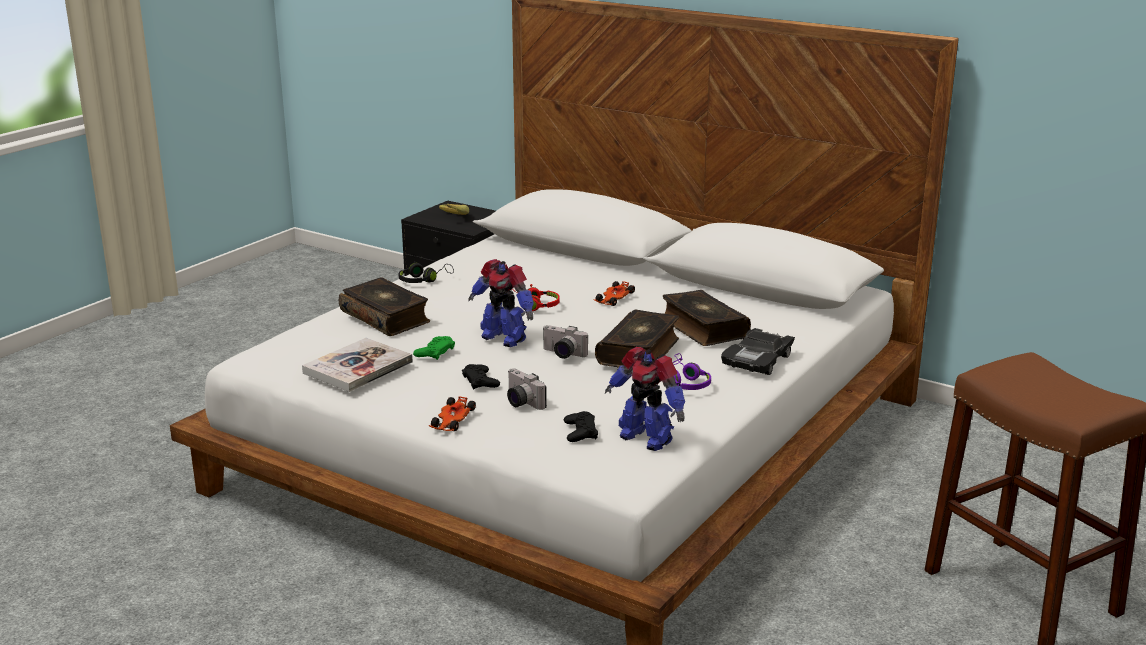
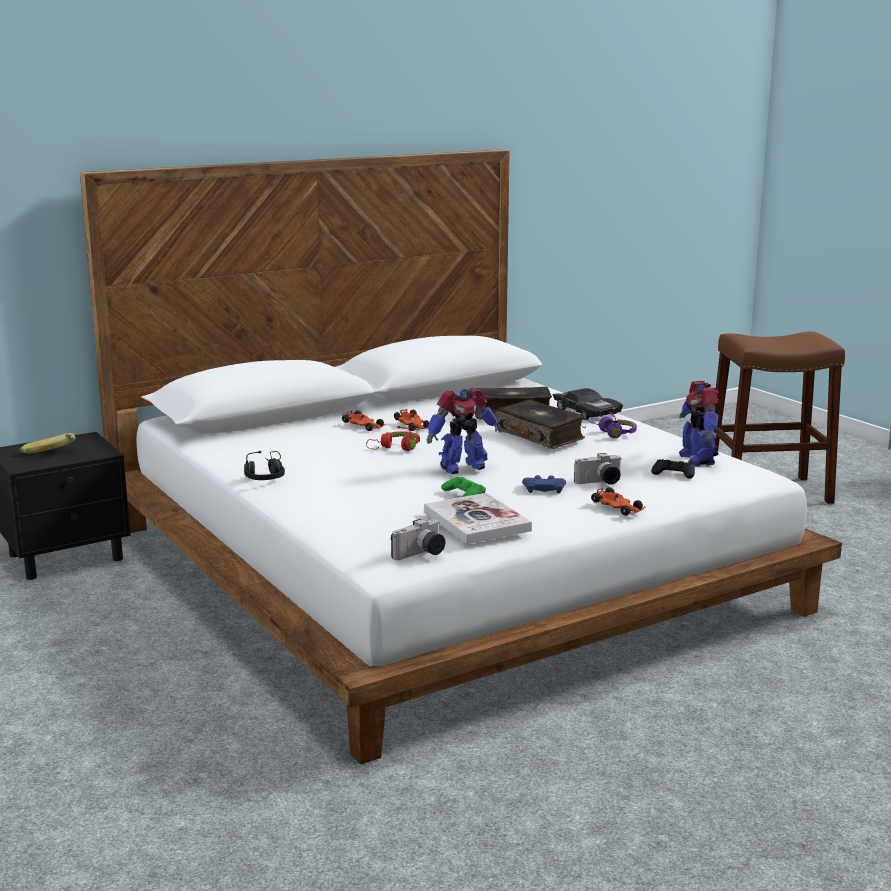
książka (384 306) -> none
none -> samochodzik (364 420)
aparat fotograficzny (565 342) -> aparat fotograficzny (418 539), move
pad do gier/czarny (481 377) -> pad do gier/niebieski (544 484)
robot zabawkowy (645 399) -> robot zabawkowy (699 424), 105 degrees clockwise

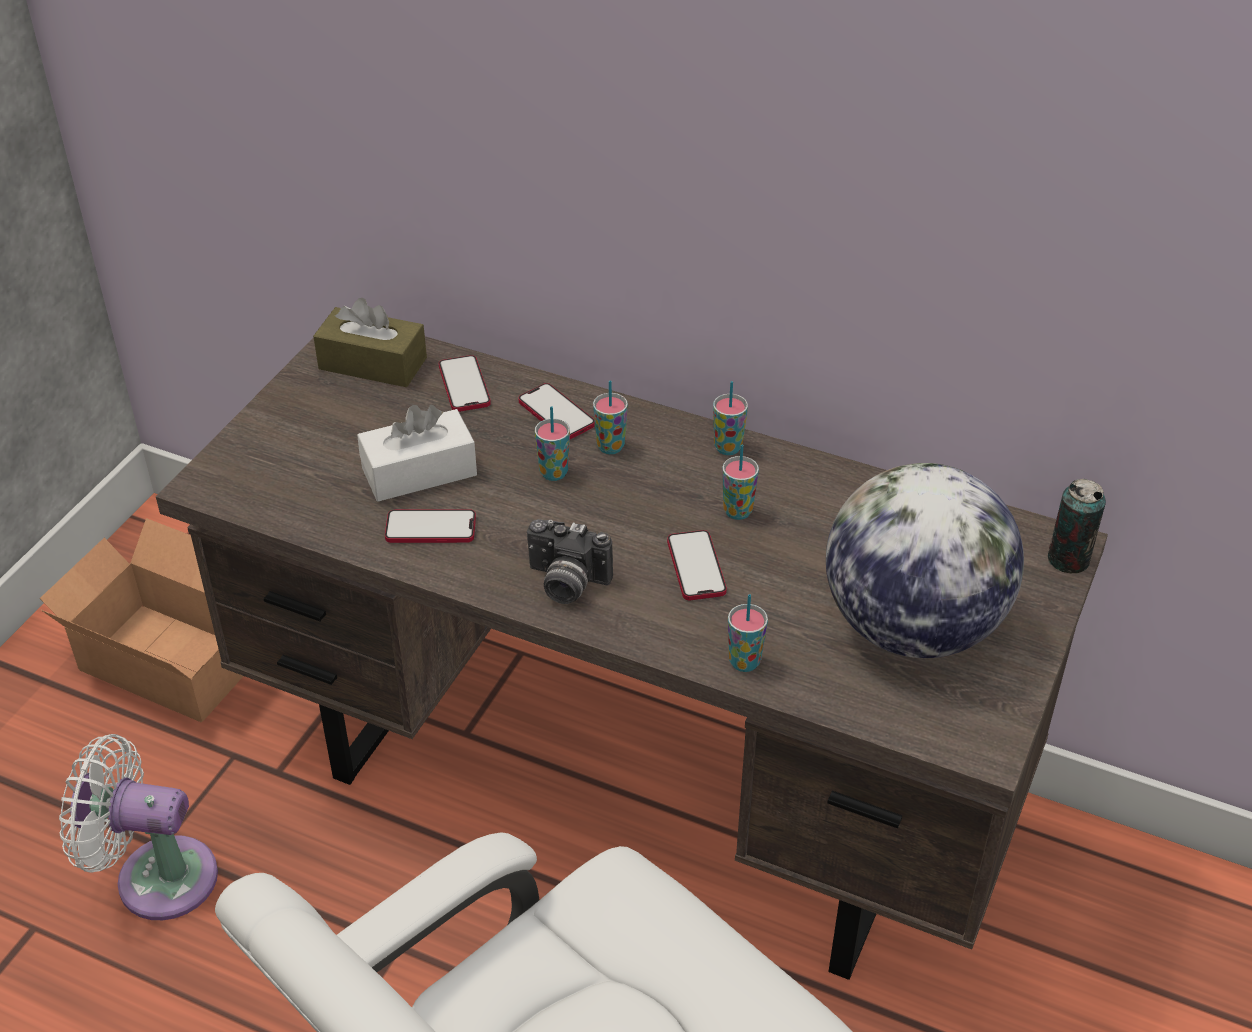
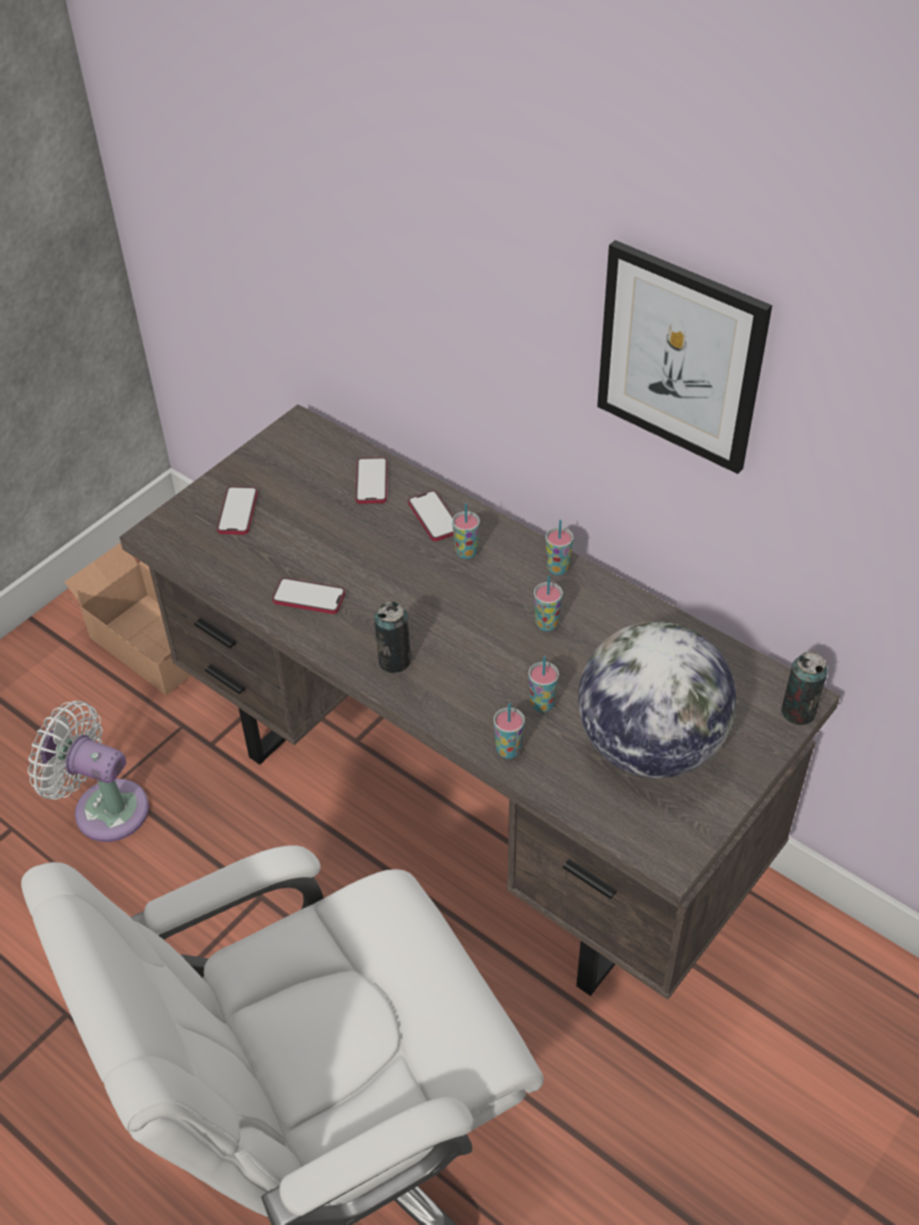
pudełko chusteczek/brązowy (370 342) -> none
pudełko chusteczek/biały (417 453) -> none
none -> obraz (684 357)
filiżanka (552 443) -> filiżanka (543 684), move
telefon (697 565) -> telefon (237 510), move
aparat fotograficzny (570 561) -> puszka (393 637)

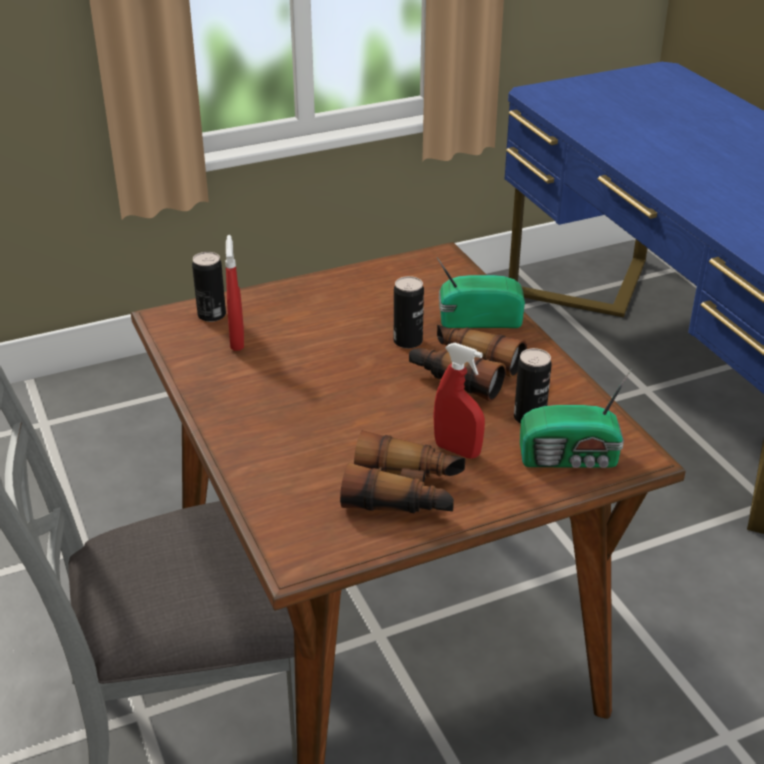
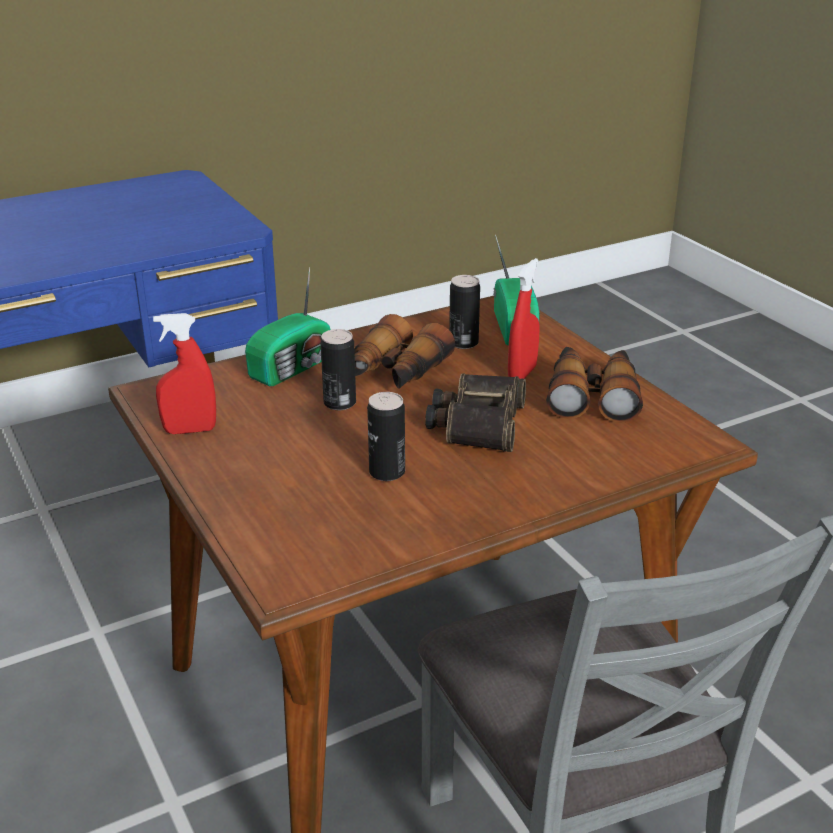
none -> lornetka (475 412)
puszka (209 287) -> puszka (386 436), move
spryskiwacz/czerwony (234 293) -> spryskiwacz/czerwony (184 373), move
radio (481 292) -> radio (288 326), 135 degrees counterclockwise

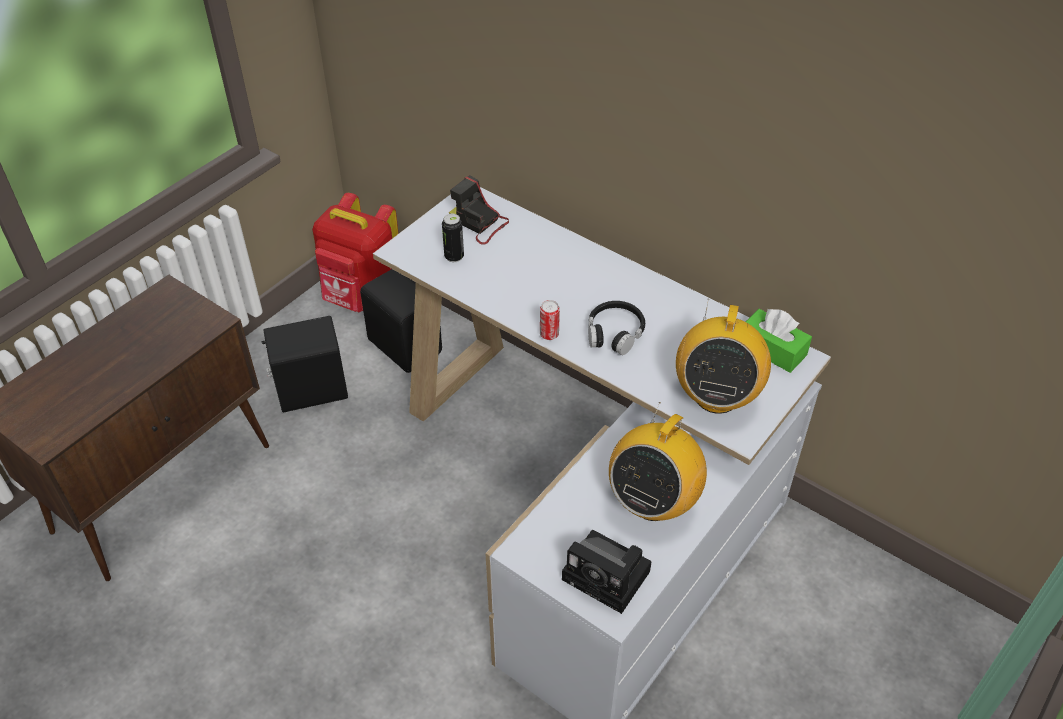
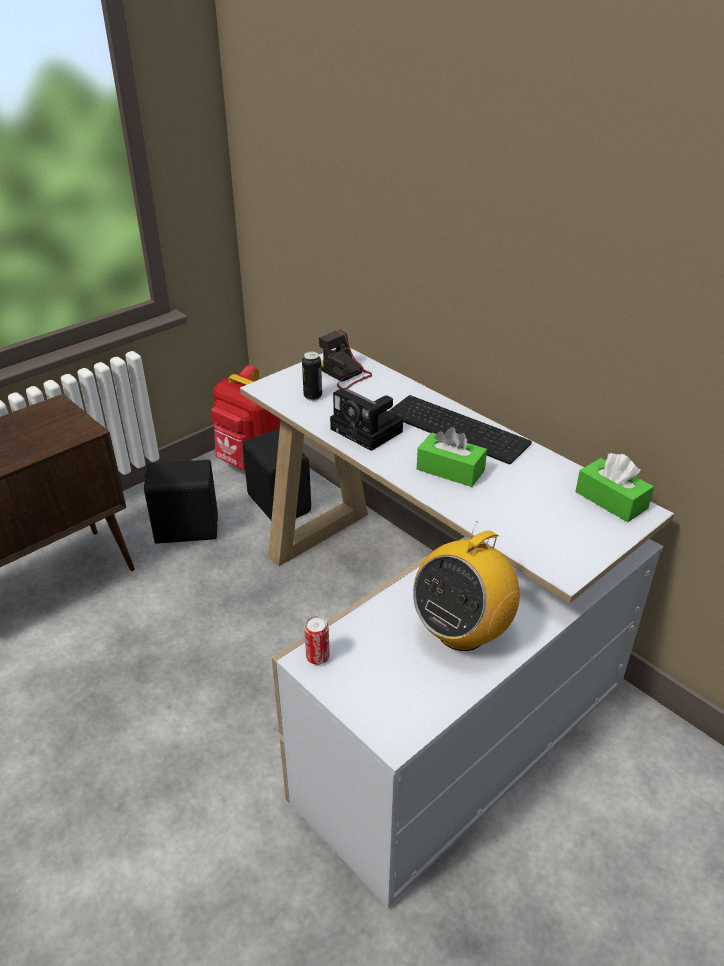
radio (723 356) -> none
none -> klawiatura (460 429)
puszka (550 320) -> puszka (317 640), move
aparat fotograficzny (606 572) -> aparat fotograficzny (366 419), move
słuchawki/czarny (616 328) -> pudełko chusteczek/zielony (452 457)

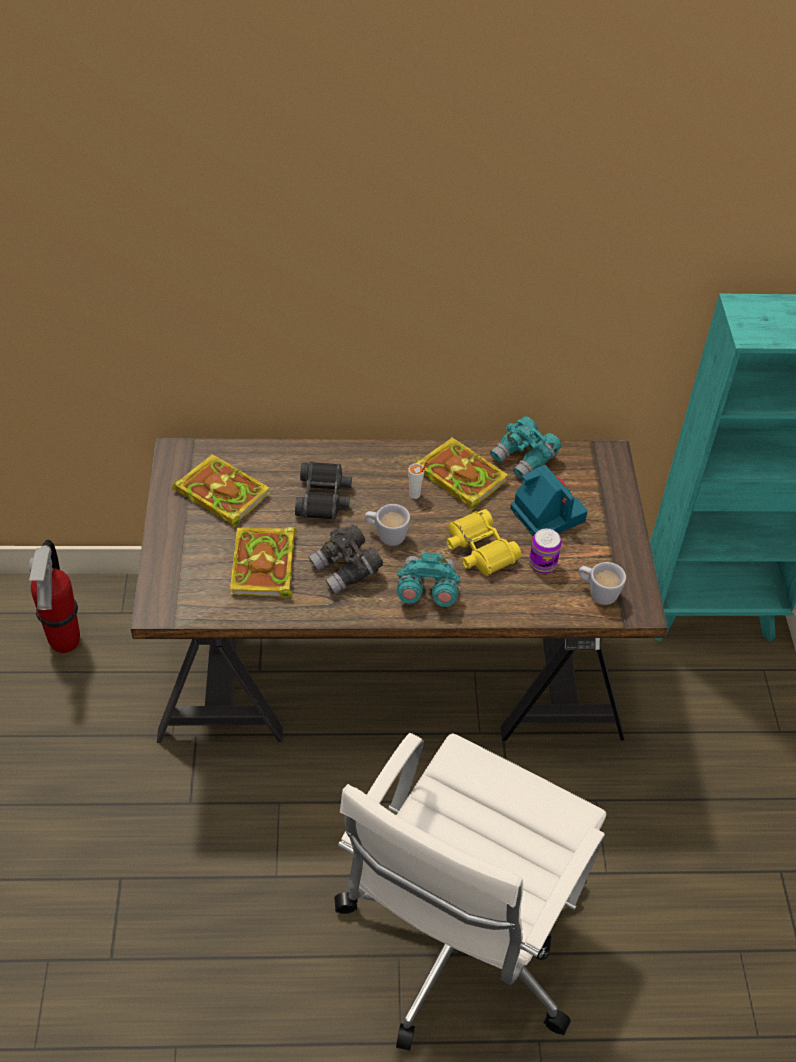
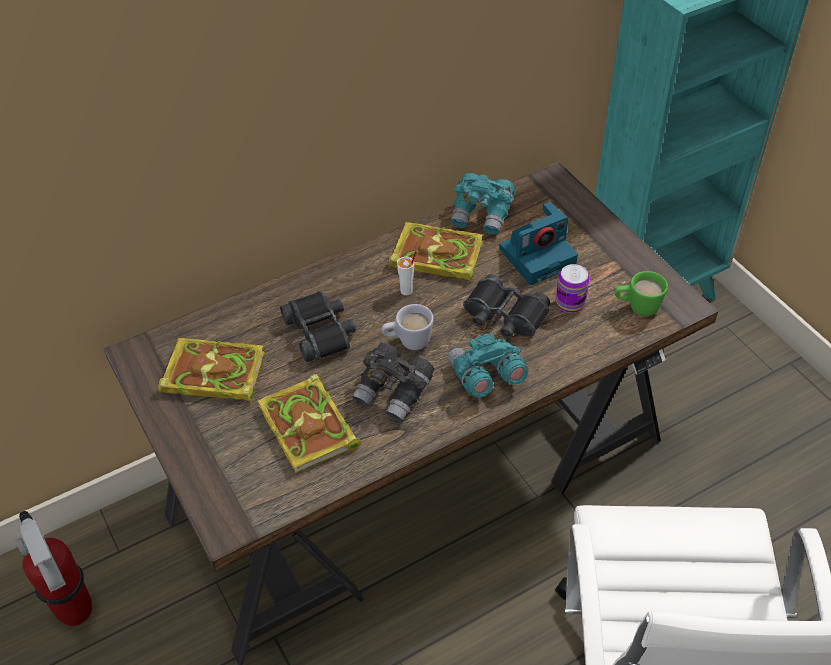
lornetka/żółty (483 542) -> lornetka/czarny (506 306)
kubek/biały (602 583) -> kubek/zielony (641 293)
aparat fotograficzny (549 500) -> aparat fotograficzny (538 243), 120 degrees clockwise

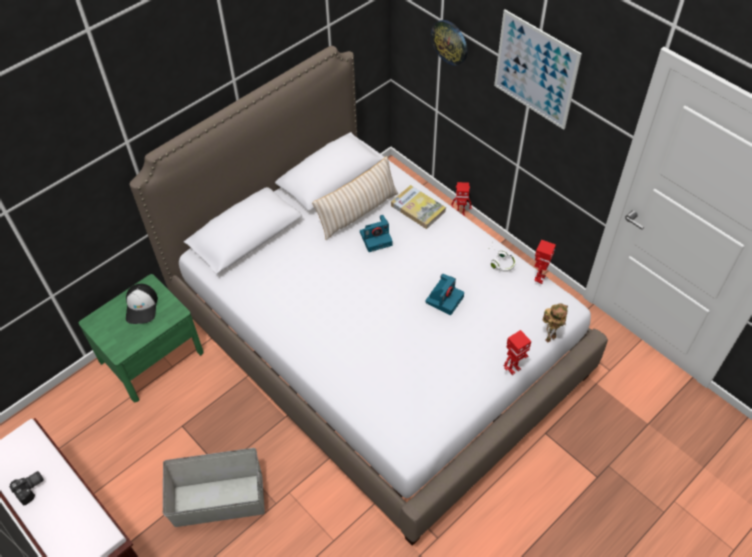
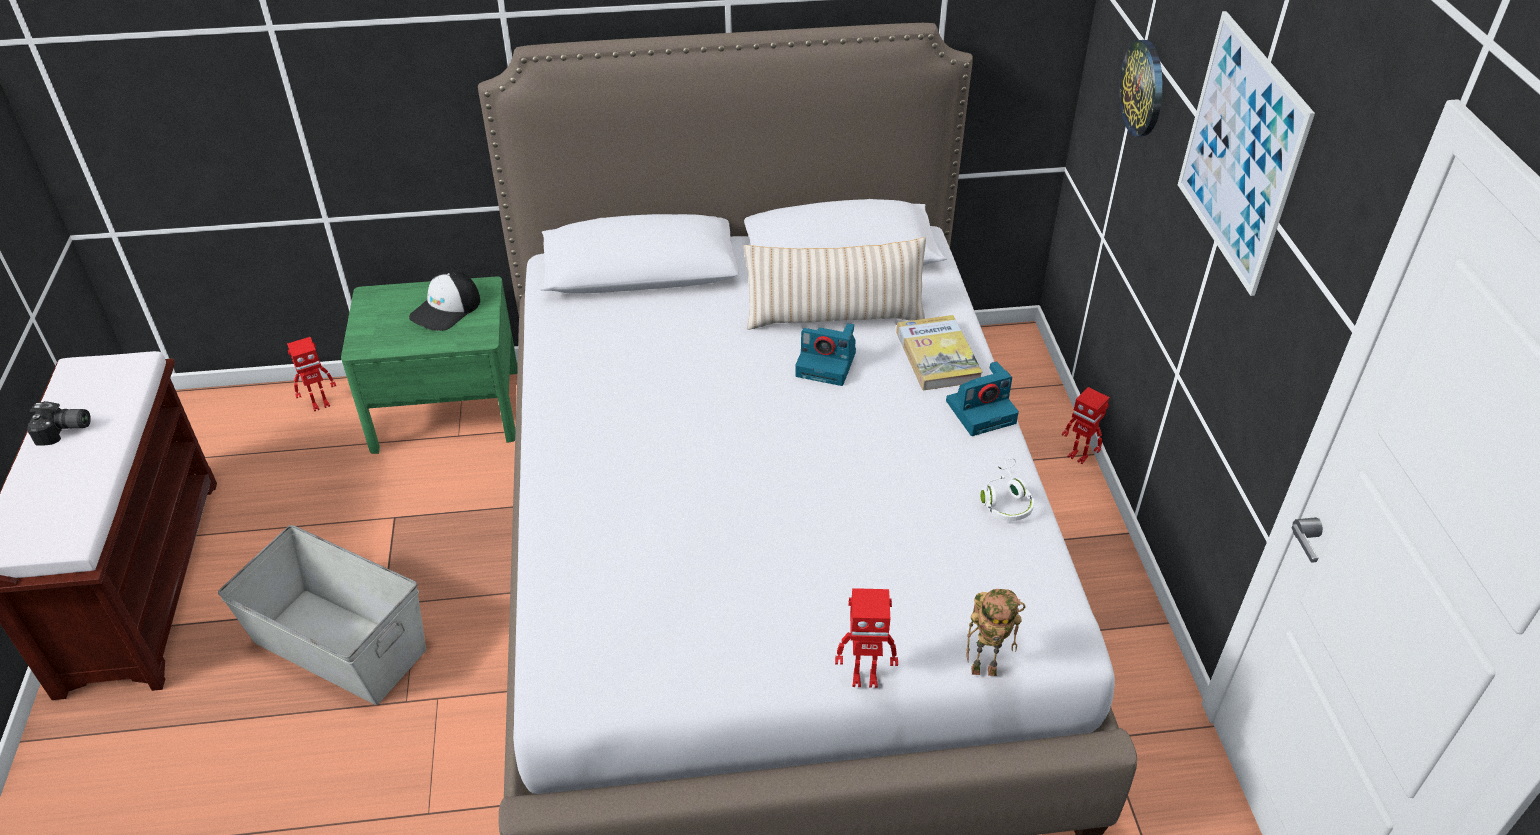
aparat fotograficzny (444 294) -> aparat fotograficzny (982 398), move
robot zabawkowy (545 262) -> robot zabawkowy (311 374), move

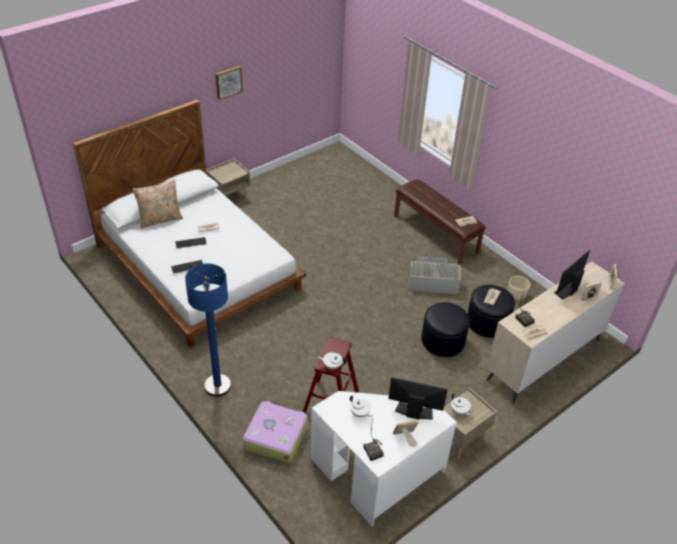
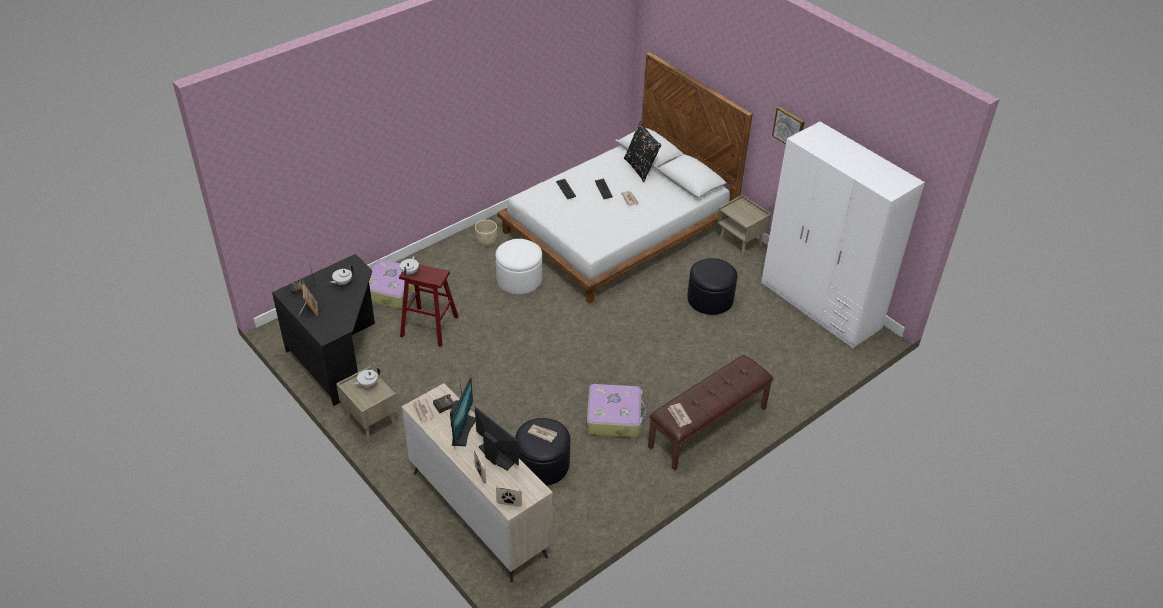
lampa stojąca/niebieski (208 330) -> none
none -> pufa/biały (518 266)
none -> szafa/biały (843 235)
monitor (418 398) -> monitor (463 411), move
pufa/czarny (445 329) -> pufa/czarny (712 286), move
donica/beżowy (519 288) -> donica/beżowy (486 233), move
pojemnik do przechowywania/szary (435 275) -> walizka (616 410)
poduszka/beżowy (157 204) -> poduszka/czarny (642 151)
biurko/biały (384 459) -> biurko/czarny (323 330)

